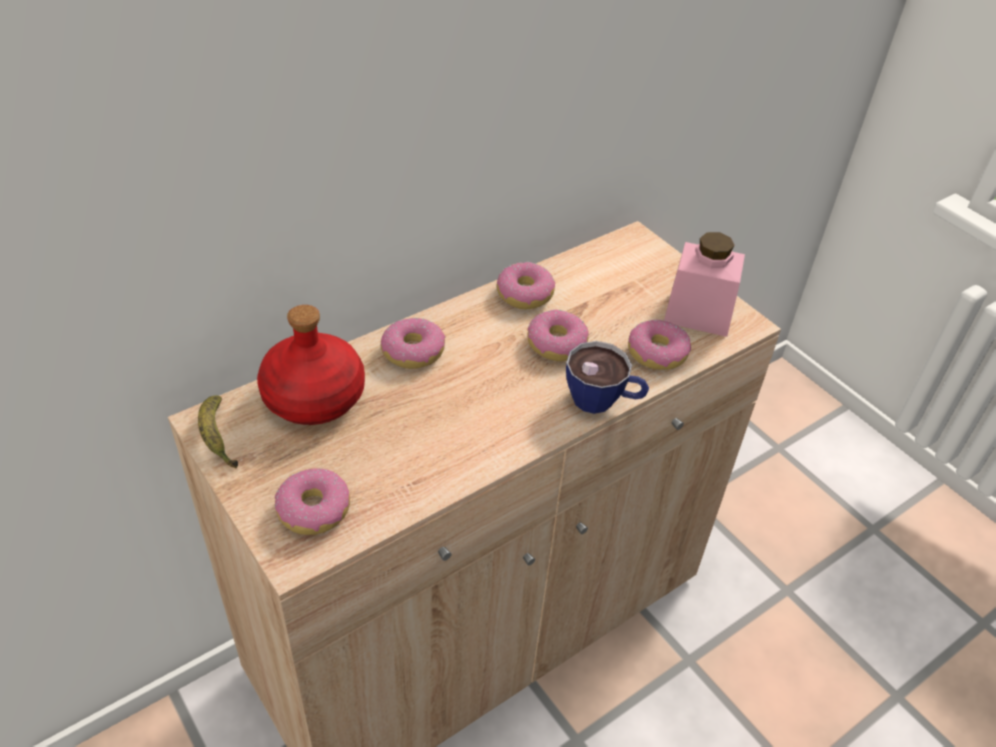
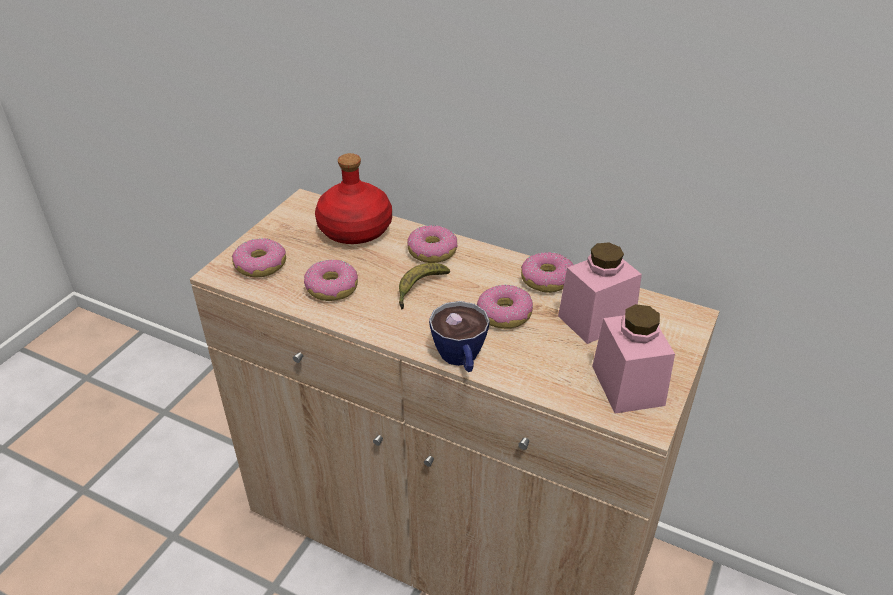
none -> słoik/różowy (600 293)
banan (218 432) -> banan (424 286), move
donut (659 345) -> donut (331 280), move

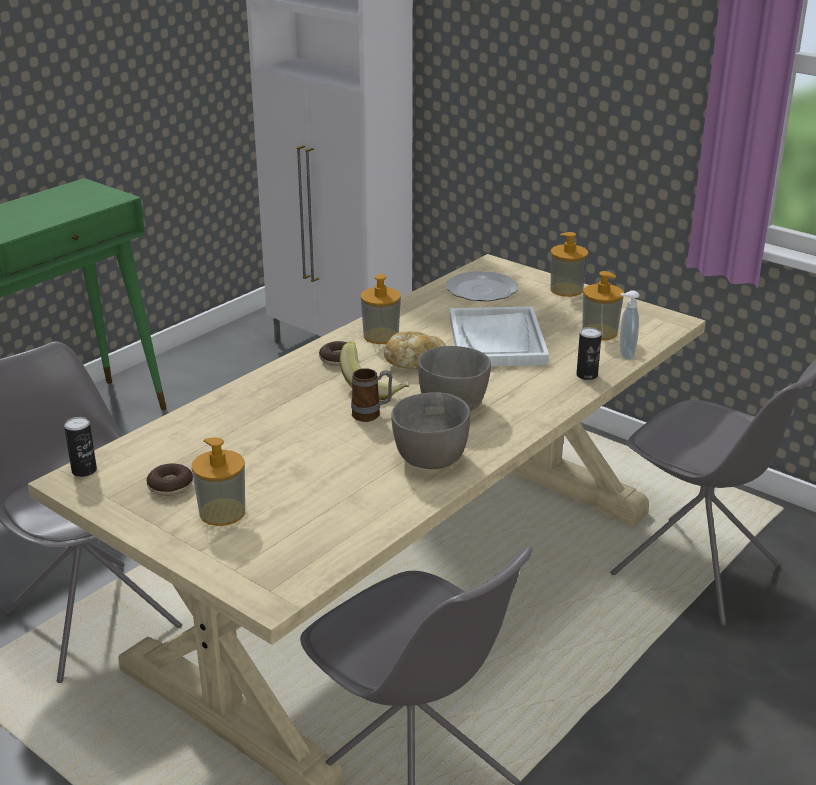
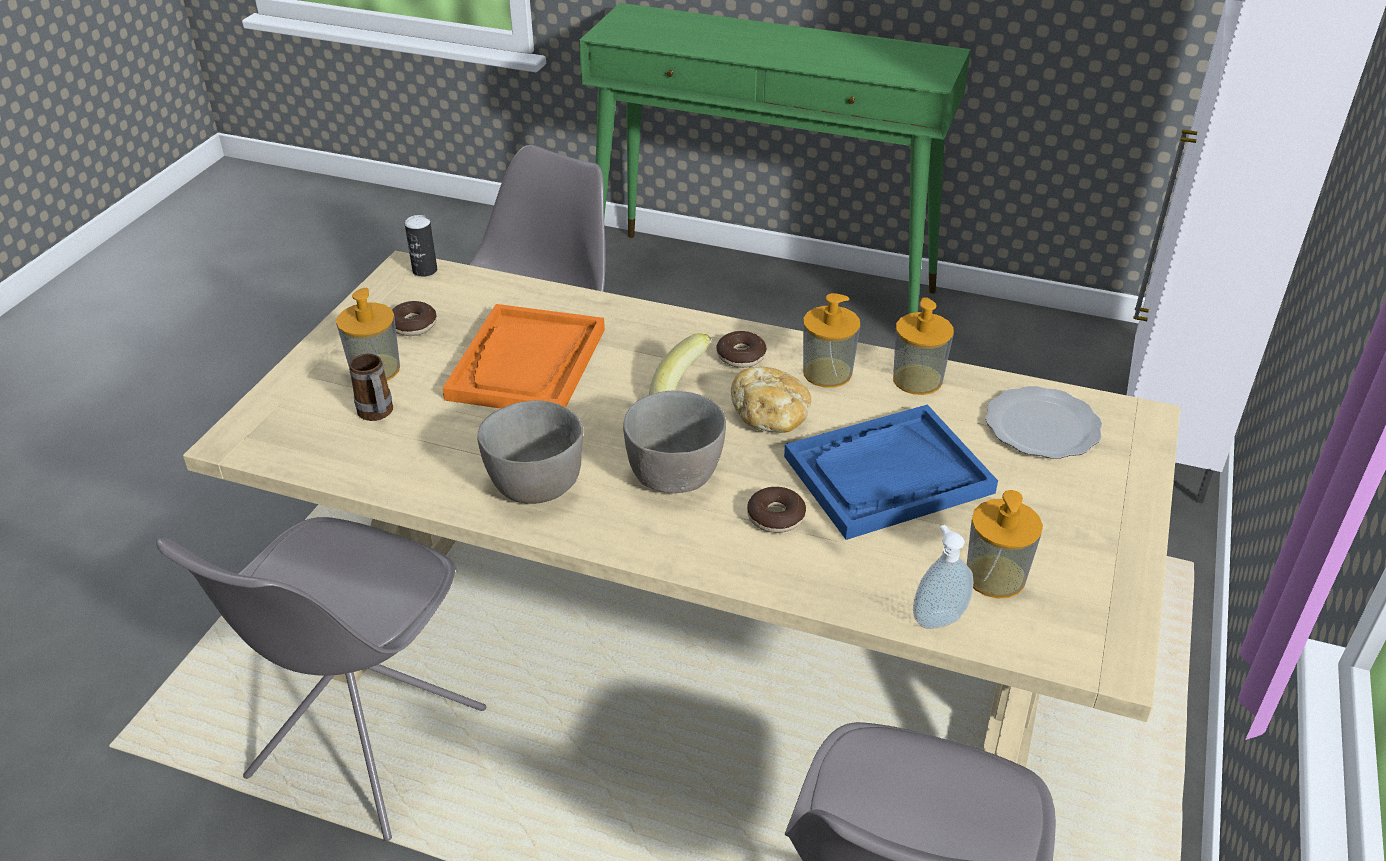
puszka (589 353) -> none
none -> taca/pomarańczowy (523 356)
none -> donut (776 510)
kubek (371 395) -> kubek (371 387), move
dozownik mydła (569 264) -> dozownik mydła (923 346), move
taca/biały (499 336) -> taca/niebieski (891 472)

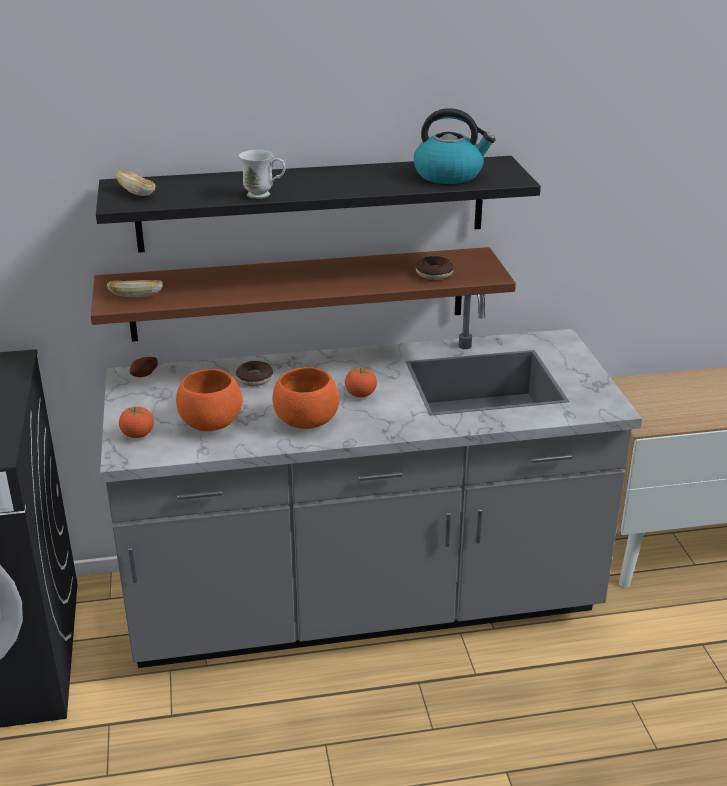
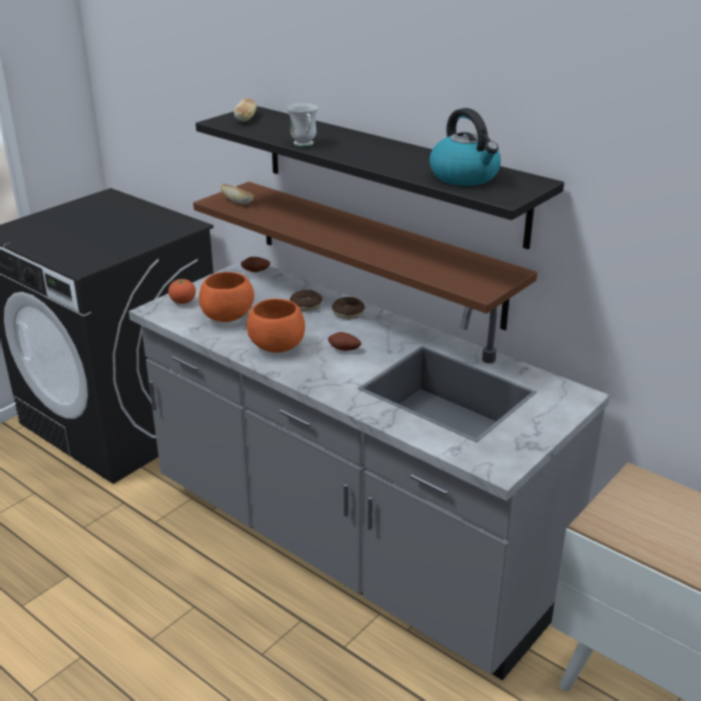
donut (435 268) -> donut (348 308), move
pomidor (361 382) -> ziemniak (344 341)

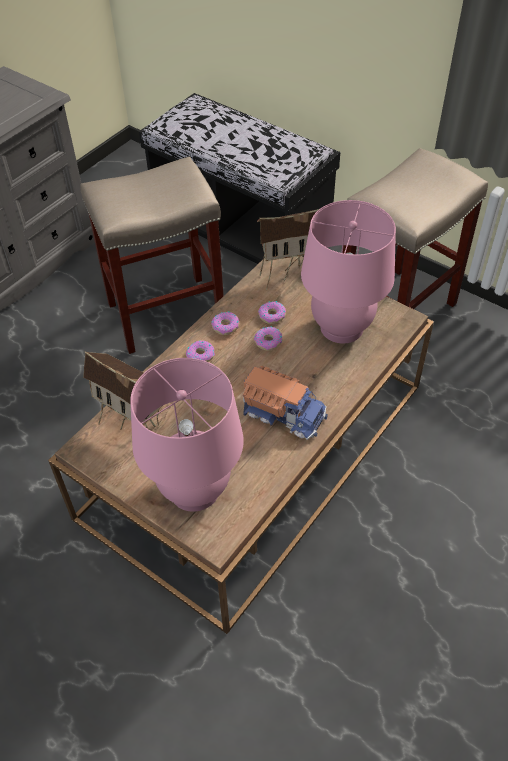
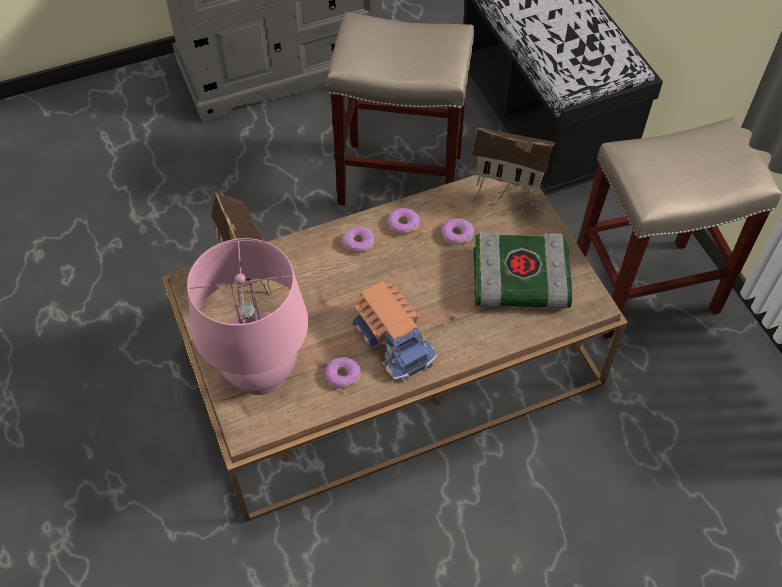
donut (268 338) -> donut (343 372), move
lampa stołowa/różowy (348 272) -> książka (523 270)

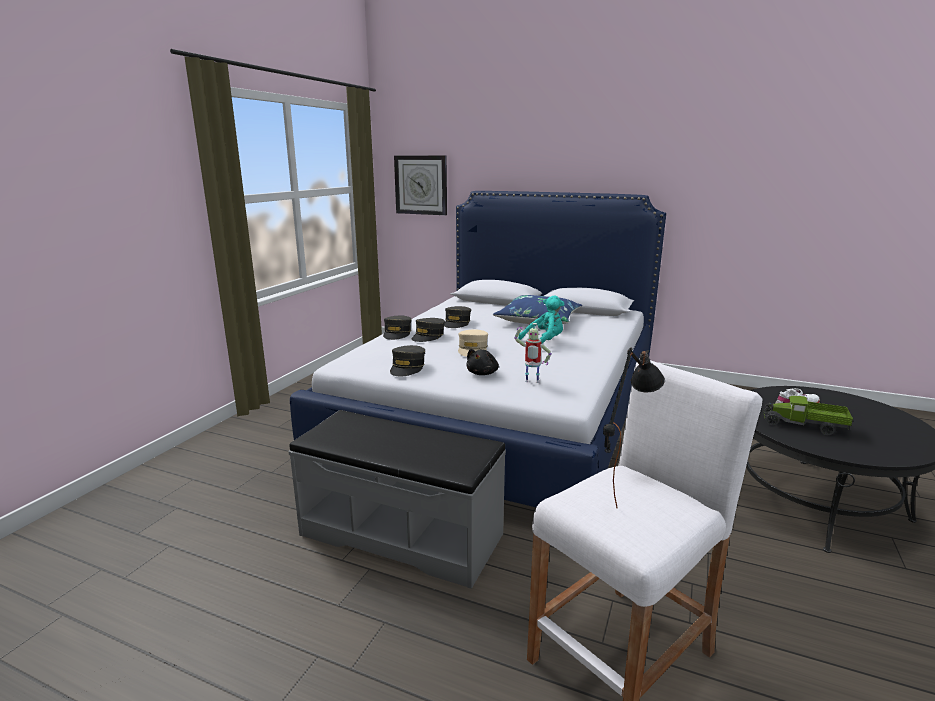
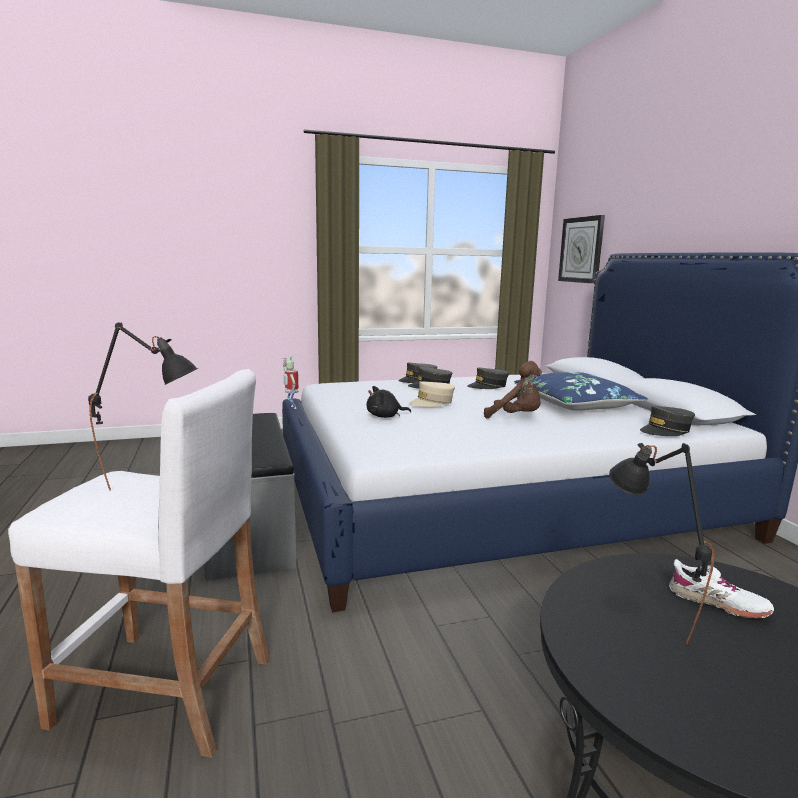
czapka z daszkiem/szary (407 360) -> czapka z daszkiem/szary (667 421), move
robot zabawkowy (533 353) -> robot zabawkowy (290 382), move
ciężarówka zabawkowa (808 415) -> lampa stołowa/czarny (662 543)
pluszak/turkusowy (541 320) -> pluszak/brązowy (513 389)

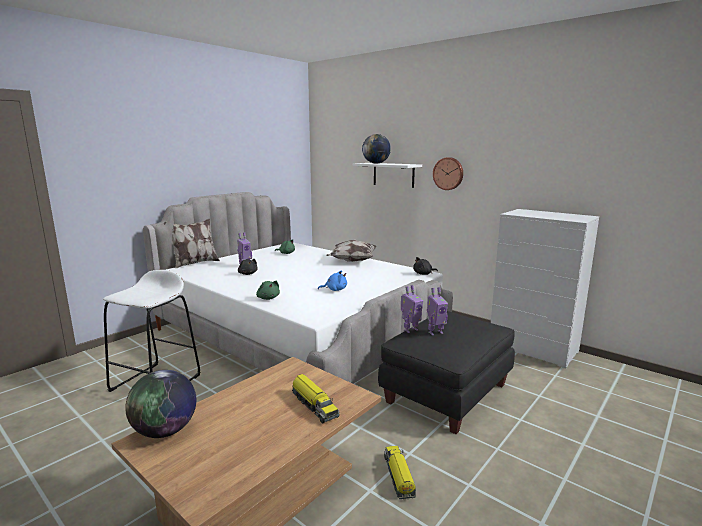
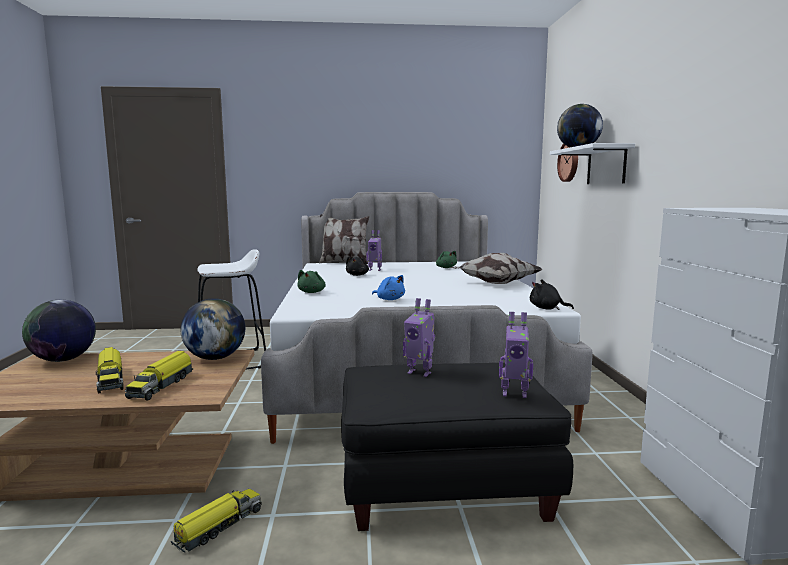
none -> ciężarówka zabawkowa (110 370)
none -> globus (213 329)
robot zabawkowy (412 309) -> robot zabawkowy (516 355), move
zegar ścienny (448 173) -> zegar ścienny (567 163), move

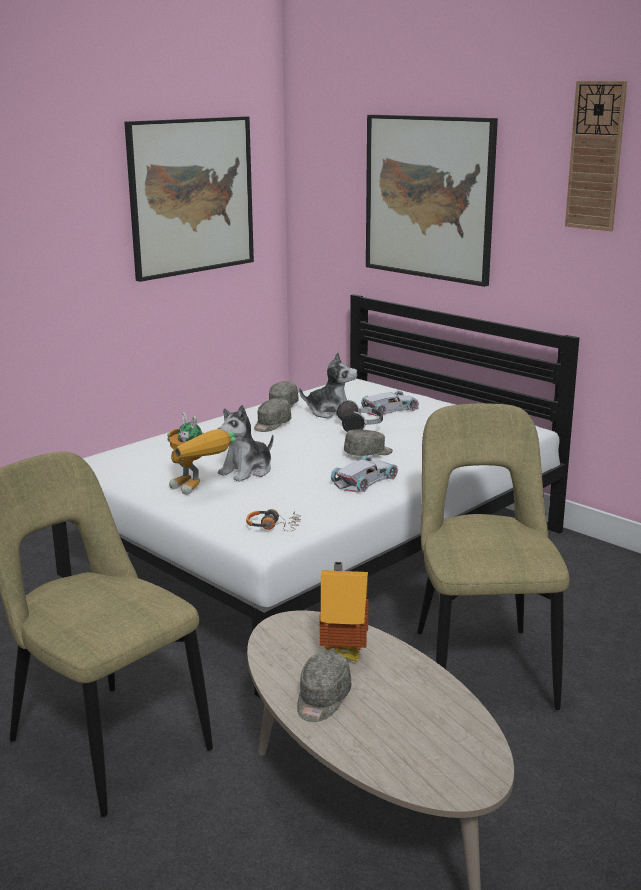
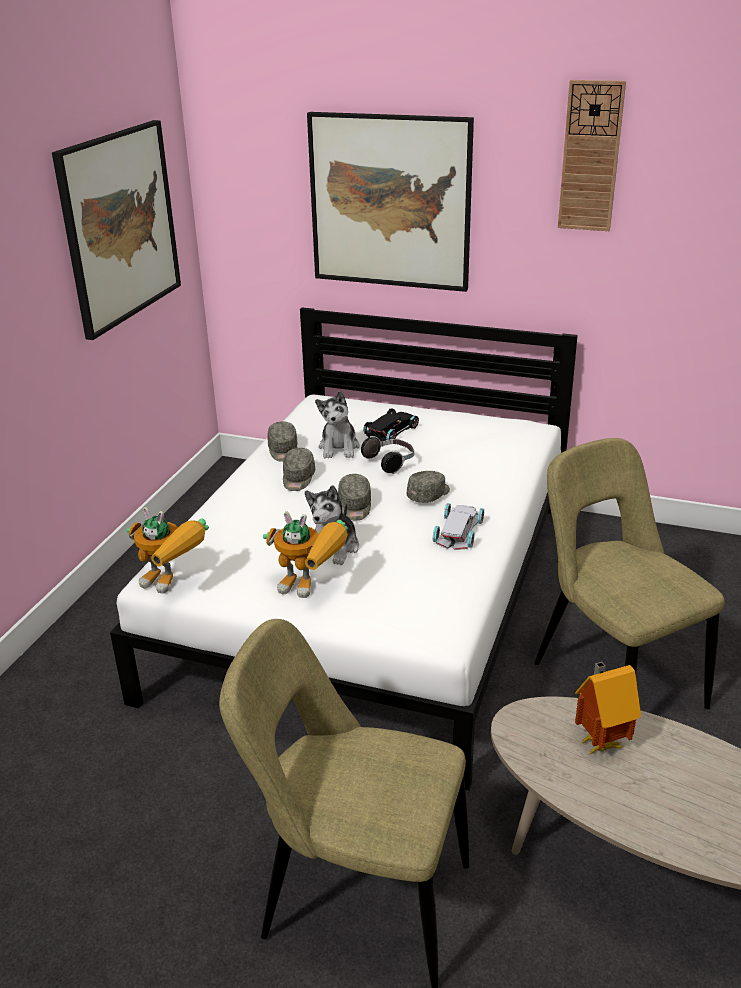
słuchawki (273 520) -> none
none -> robot zabawkowy (167 550)
czapka z daszkiem/szary (324 686) -> czapka z daszkiem/szary (354 497), move
samochodzik/biały (390 403) -> samochodzik/czarny (391 425)
pluszak (328 385) -> pluszak (337 424), 105 degrees clockwise

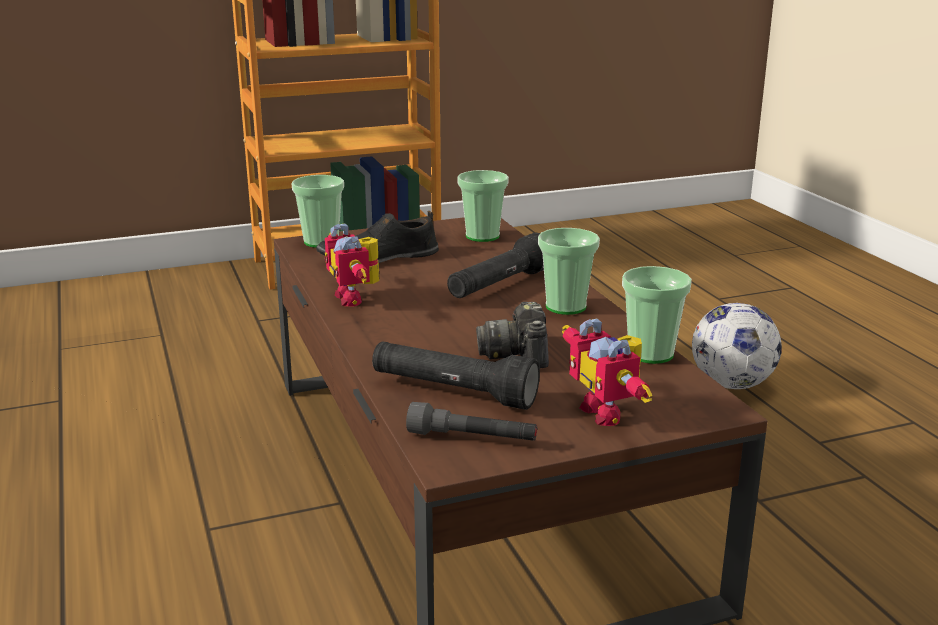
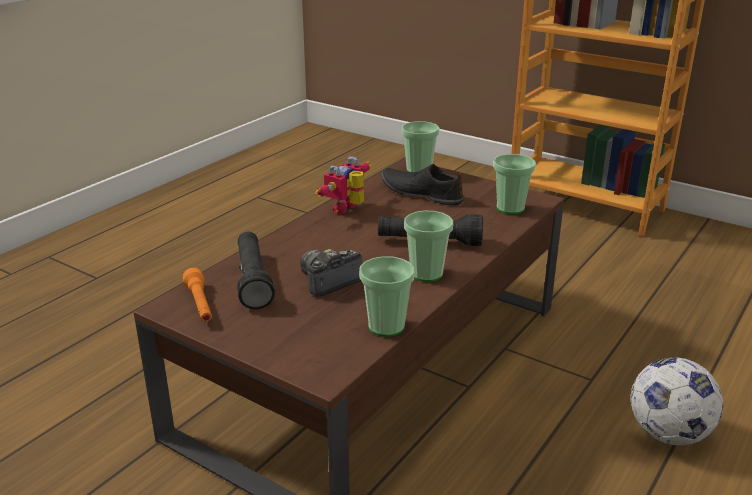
robot zabawkowy (607 372) -> none
latarka/szary (471 421) -> latarka/pomarańczowy (197 295)

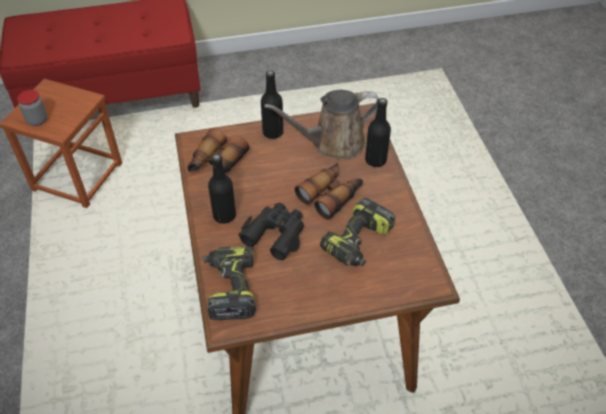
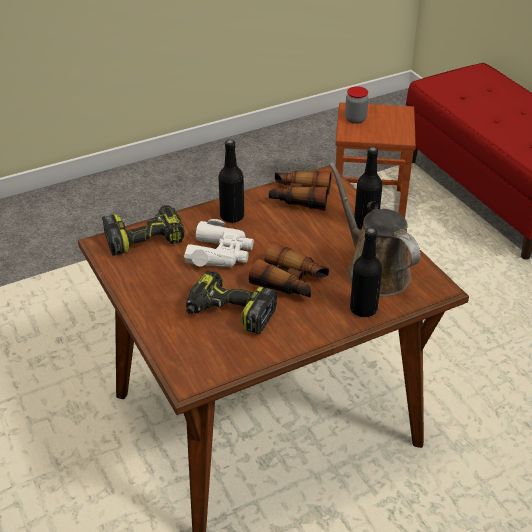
lornetka/czarny (271 231) -> lornetka/biały (219 243)

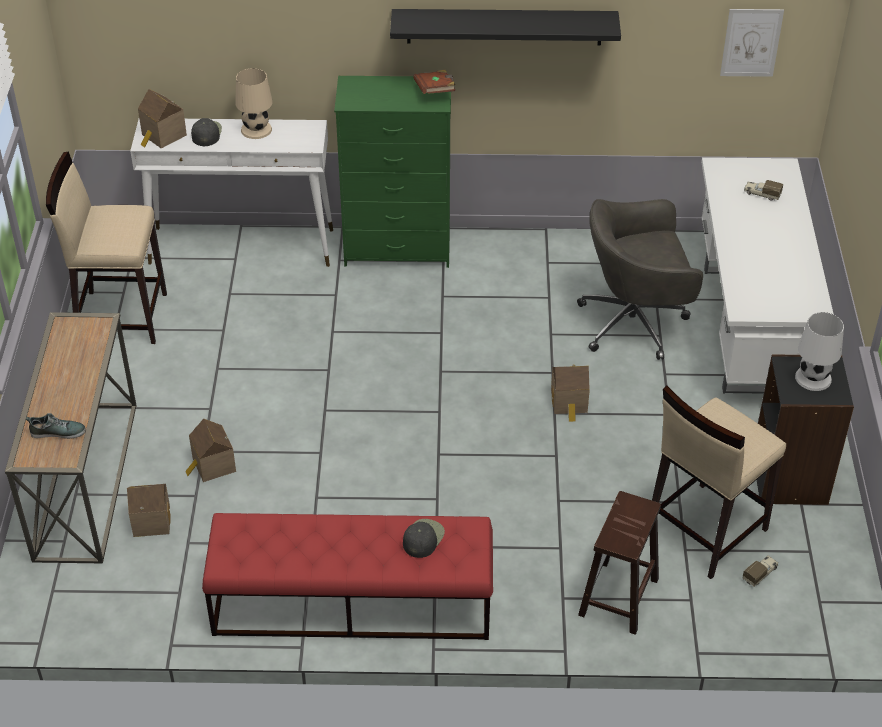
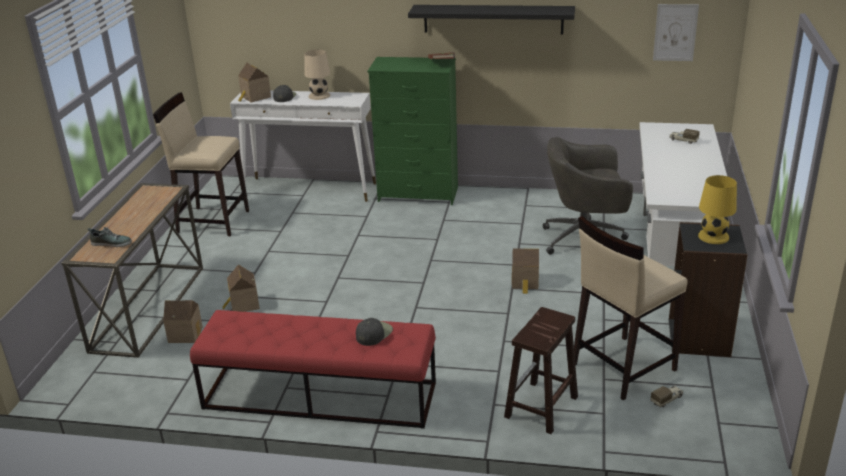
lampa stołowa/biały (819 351) -> lampa stołowa/żółty (717 209)

